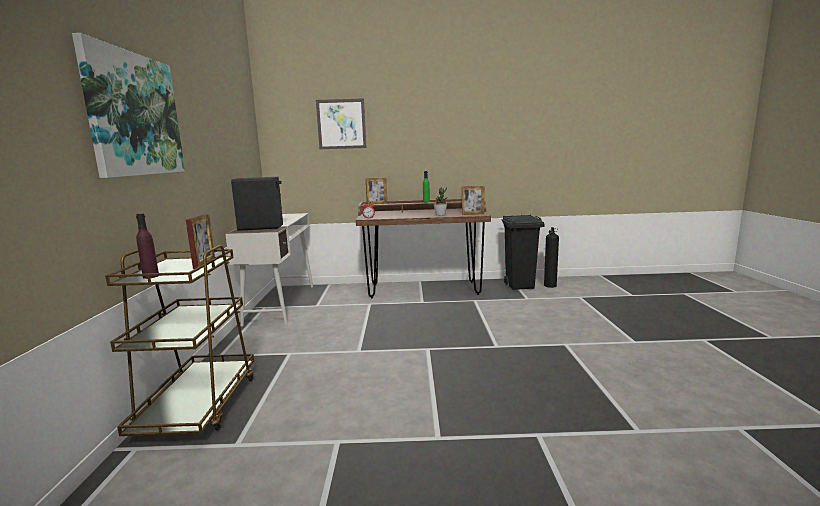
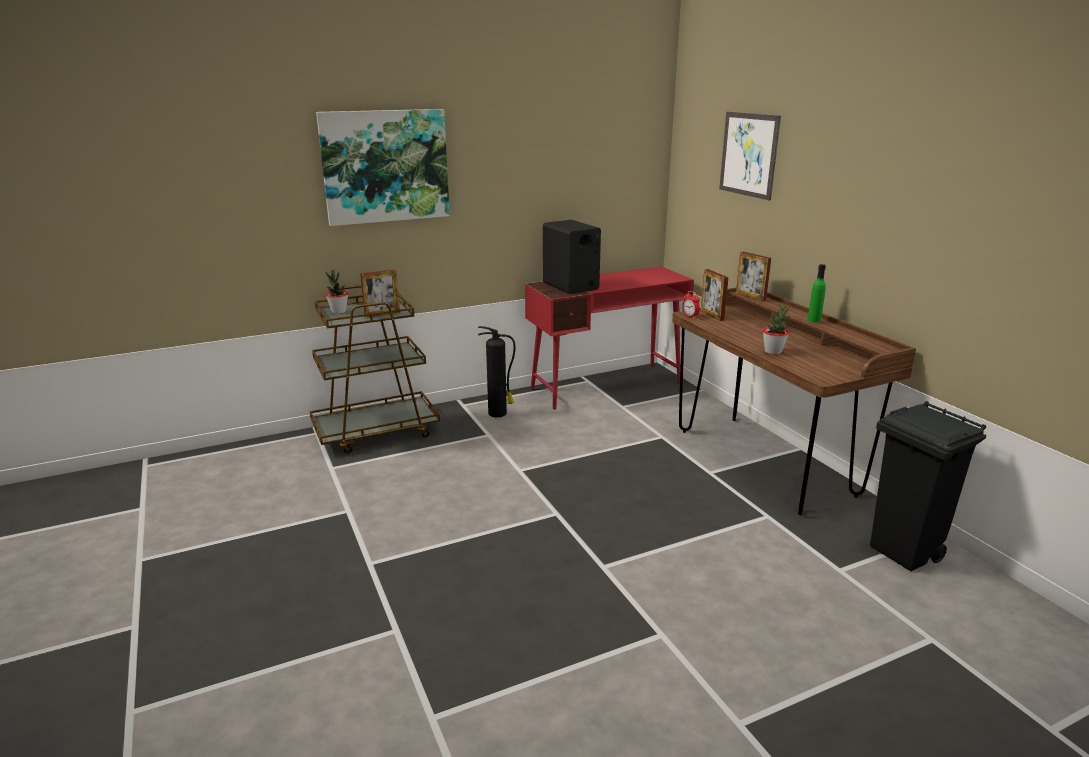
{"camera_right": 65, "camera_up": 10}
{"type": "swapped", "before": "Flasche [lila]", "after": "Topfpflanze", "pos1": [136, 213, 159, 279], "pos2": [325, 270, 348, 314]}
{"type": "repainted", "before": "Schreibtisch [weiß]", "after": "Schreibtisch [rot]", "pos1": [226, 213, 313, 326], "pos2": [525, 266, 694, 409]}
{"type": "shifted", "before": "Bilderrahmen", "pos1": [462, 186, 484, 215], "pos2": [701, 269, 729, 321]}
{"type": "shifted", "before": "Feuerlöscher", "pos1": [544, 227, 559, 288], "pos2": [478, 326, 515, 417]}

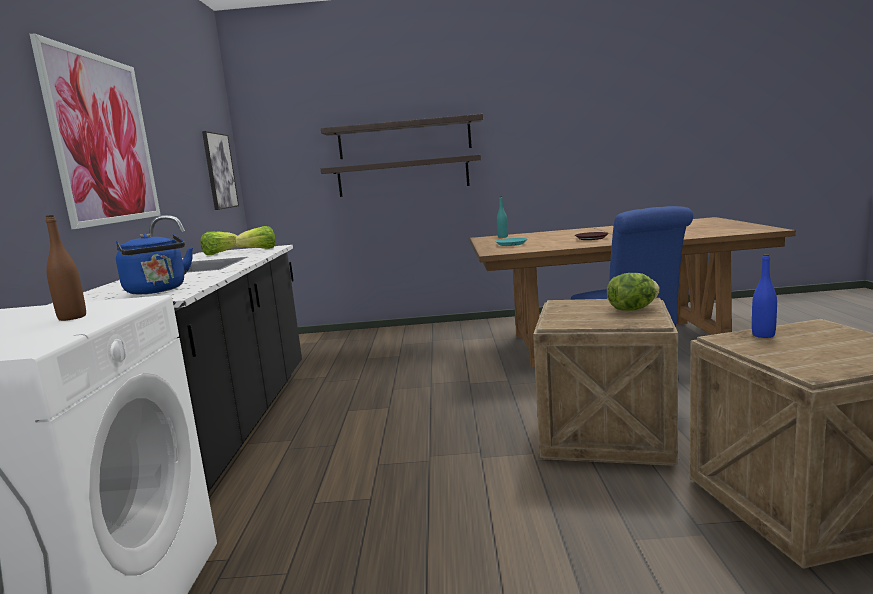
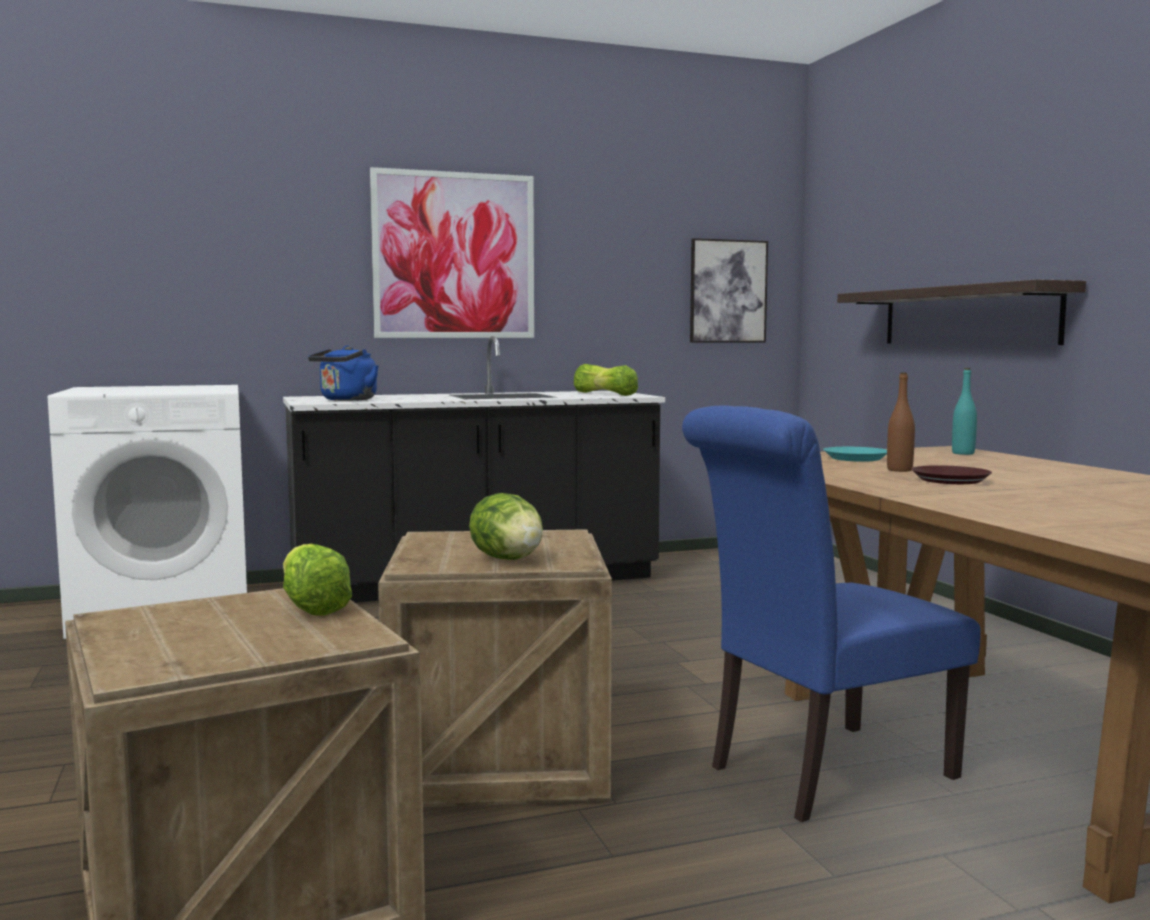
{"camera_right": 70, "camera_up": -5}
{"type": "shifted", "before": "Flasche [braun]", "pos1": [45, 215, 86, 321], "pos2": [887, 372, 915, 472]}
{"type": "gone", "before": "Wandregal", "pos1": [321, 114, 483, 159]}
{"type": "swapped", "before": "Flasche [blau]", "after": "Salatkopf", "pos1": [752, 254, 777, 338], "pos2": [283, 543, 352, 615]}

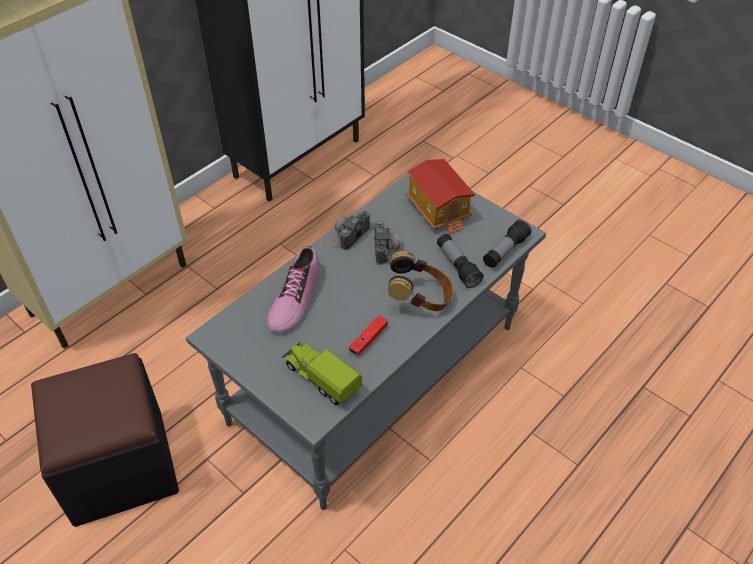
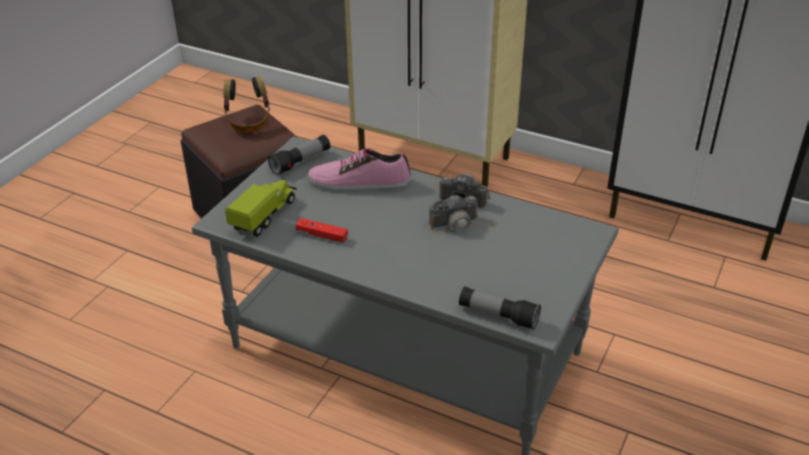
{"camera_right": 75, "camera_up": -10}
{"type": "shifted", "before": "Kopfhörer", "pos1": [388, 251, 454, 311], "pos2": [224, 77, 270, 133]}
{"type": "gone", "before": "Spielzeughaus", "pos1": [406, 159, 475, 234]}
{"type": "shifted", "before": "Taschenlampe", "pos1": [437, 234, 484, 288], "pos2": [268, 135, 330, 175]}

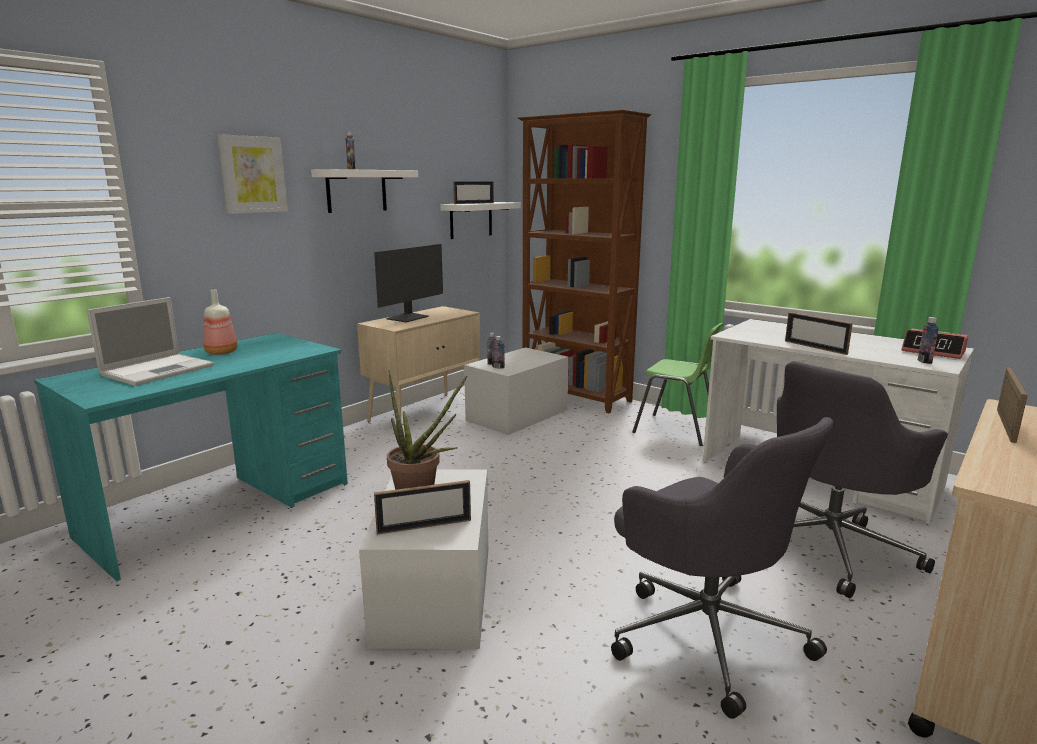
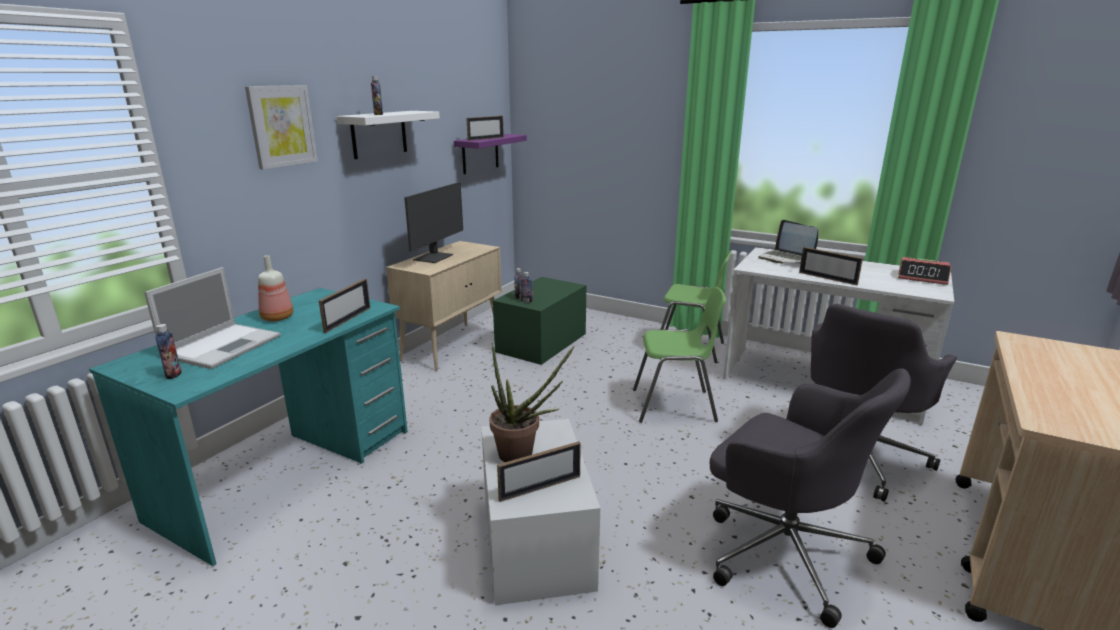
{"camera_right": -10, "camera_up": 5}
{"type": "repainted", "before": "Wandregal [weiß]", "after": "Wandregal [lila]", "pos1": [440, 202, 521, 239], "pos2": [454, 134, 527, 174]}
{"type": "repainted", "before": "Aufbewahrungsbox [weiß]", "after": "Aufbewahrungsbox [grün]", "pos1": [464, 347, 569, 435], "pos2": [493, 277, 586, 365]}
{"type": "gone", "before": "Bücherregal [braun]", "pos1": [518, 110, 651, 413]}
{"type": "shifted", "before": "Flasche", "pos1": [917, 317, 939, 364], "pos2": [155, 324, 182, 379]}
{"type": "shifted", "before": "Bilderrahmen", "pos1": [997, 367, 1028, 443], "pos2": [319, 279, 370, 333]}
{"type": "new", "after": "Stuhl [grün]", "pos2": [633, 287, 726, 423]}
{"type": "new", "after": "Laptop", "pos2": [758, 220, 818, 264]}

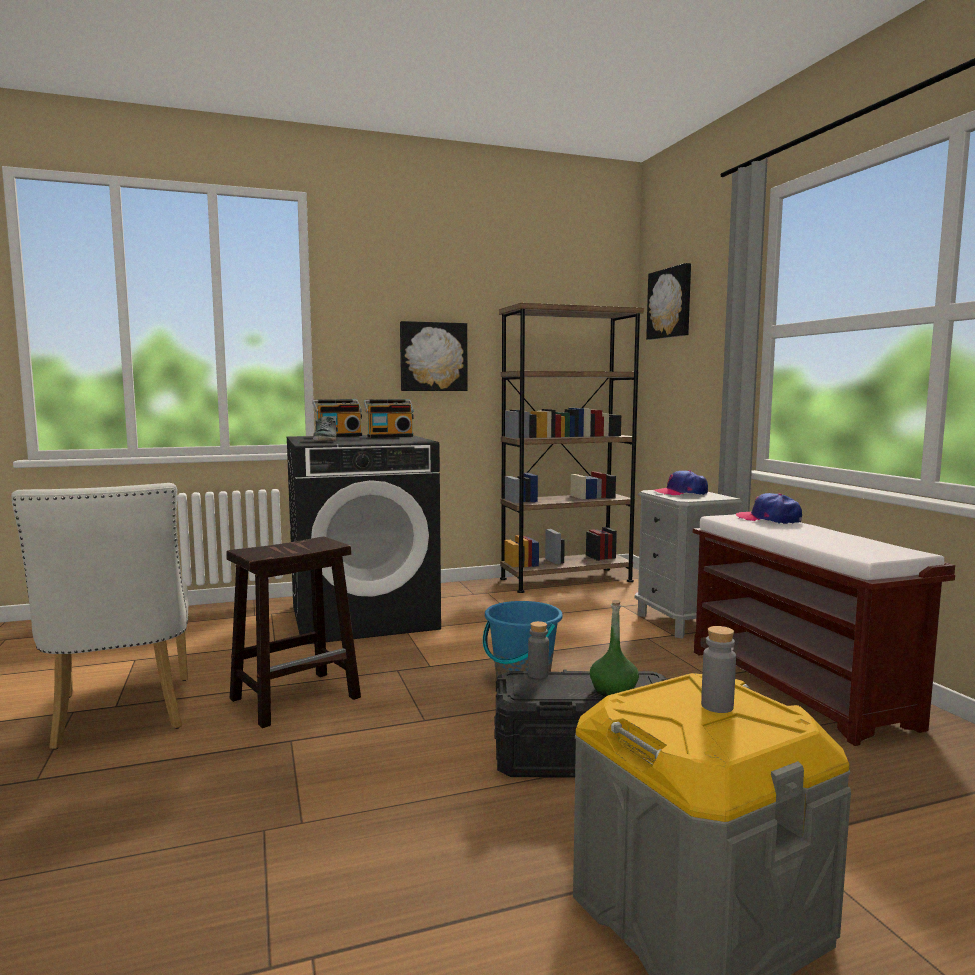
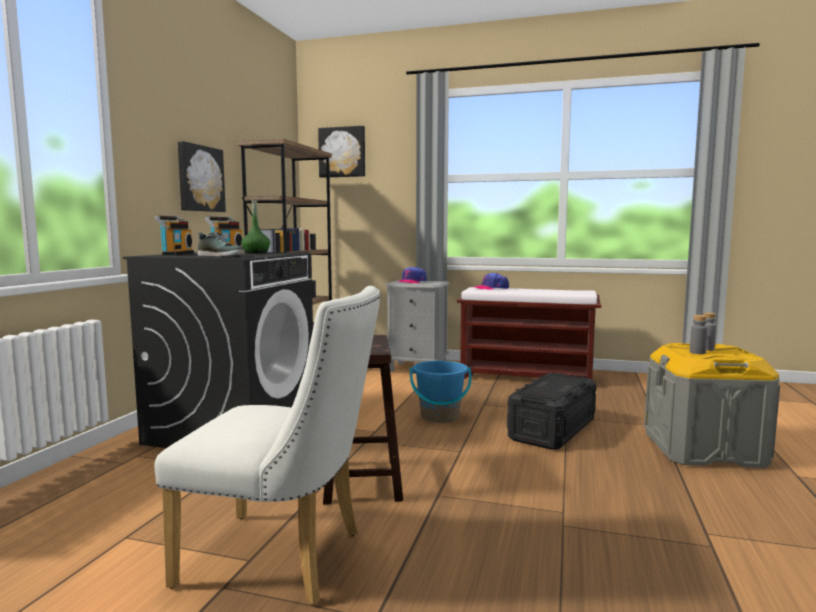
{"camera_right": -55, "camera_up": 0}
{"type": "shifted", "before": "Flasche [grau]", "pos1": [528, 621, 549, 679], "pos2": [690, 315, 708, 354]}
{"type": "shifted", "before": "Flasche [grün]", "pos1": [590, 600, 639, 696], "pos2": [241, 198, 270, 253]}

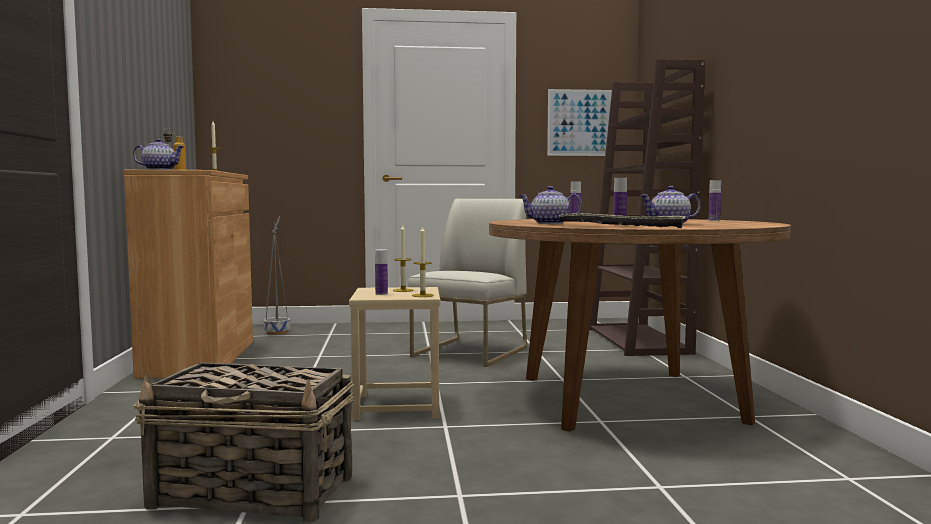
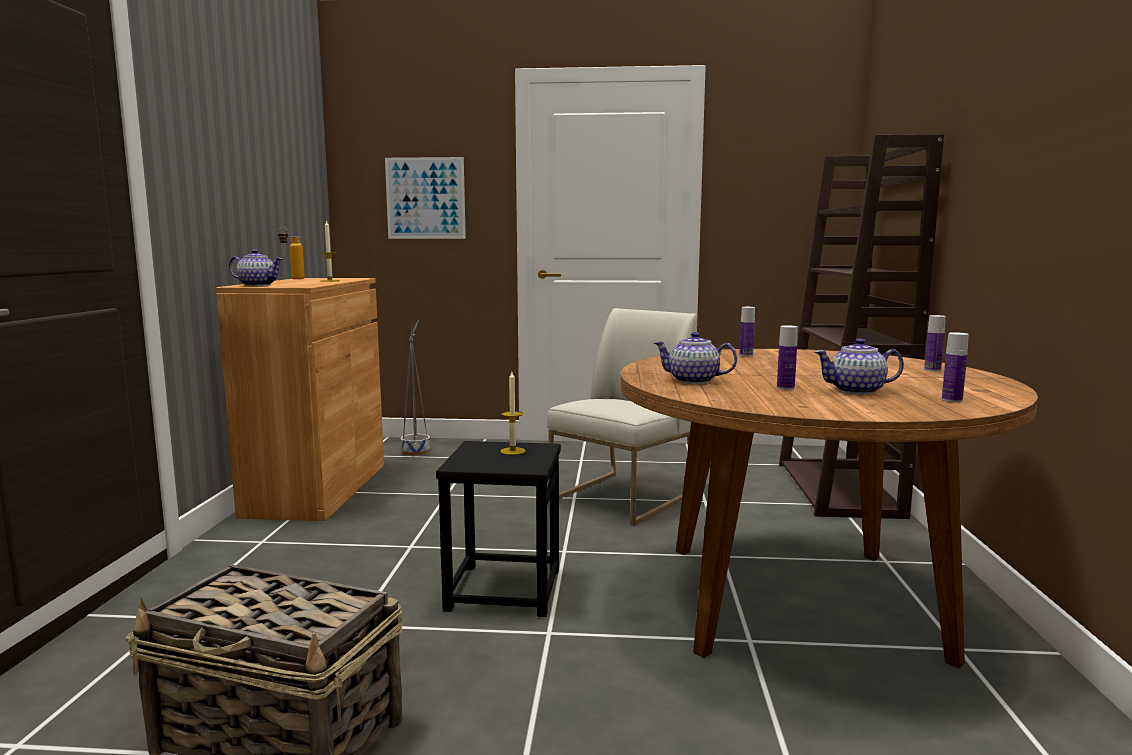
{"camera_right": 10, "camera_up": 5}
{"type": "repainted", "before": "Hocker [beige]", "after": "Hocker [schwarz]", "pos1": [349, 287, 440, 420], "pos2": [436, 441, 561, 617]}
{"type": "shifted", "before": "Flasche", "pos1": [375, 249, 388, 295], "pos2": [942, 332, 969, 403]}
{"type": "gone", "before": "Kerze", "pos1": [412, 225, 434, 297]}
{"type": "shifted", "before": "Bild", "pos1": [547, 89, 612, 156], "pos2": [385, 157, 466, 239]}
{"type": "gone", "before": "Tablett", "pos1": [557, 213, 686, 228]}

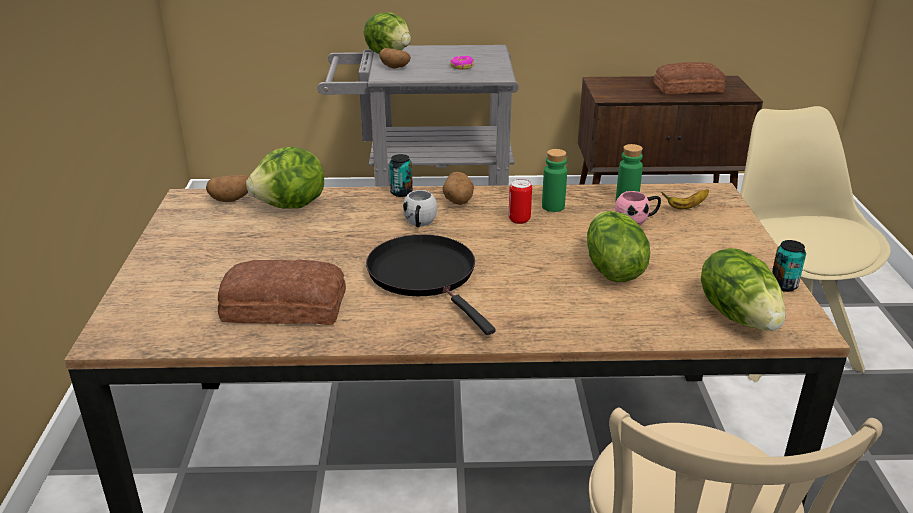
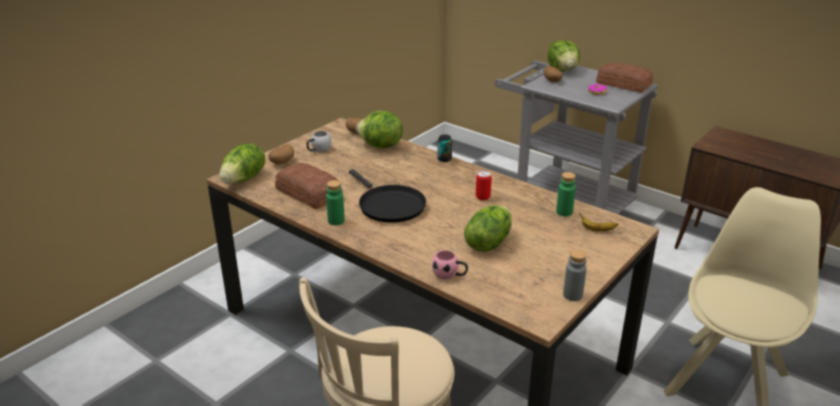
{"camera_right": 40, "camera_up": 0}
{"type": "rotated", "before": "Pfanne [schwarz]", "pos1": [366, 235, 496, 335], "pos2": [349, 169, 426, 223], "turn": 135}
{"type": "shifted", "before": "Henkelbecher [weiß]", "pos1": [403, 190, 437, 228], "pos2": [307, 131, 331, 152]}
{"type": "shifted", "before": "Kartoffel", "pos1": [443, 172, 474, 205], "pos2": [268, 144, 294, 165]}
{"type": "shifted", "before": "Flasche [grün]", "pos1": [542, 149, 567, 212], "pos2": [326, 180, 345, 225]}
{"type": "shifted", "before": "Henkelbecher [rosa]", "pos1": [615, 191, 661, 226], "pos2": [432, 250, 468, 280]}
{"type": "shifted", "before": "Brot", "pos1": [654, 62, 725, 94], "pos2": [596, 63, 653, 93]}
{"type": "shifted", "before": "Salatkopf", "pos1": [701, 248, 786, 331], "pos2": [219, 143, 265, 184]}
{"type": "swapped", "before": "Dose", "after": "Flasche [grau]", "pos1": [772, 240, 806, 292], "pos2": [563, 250, 587, 301]}

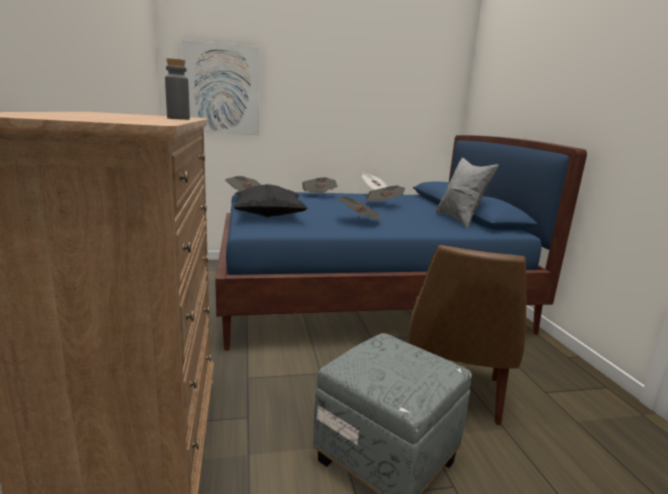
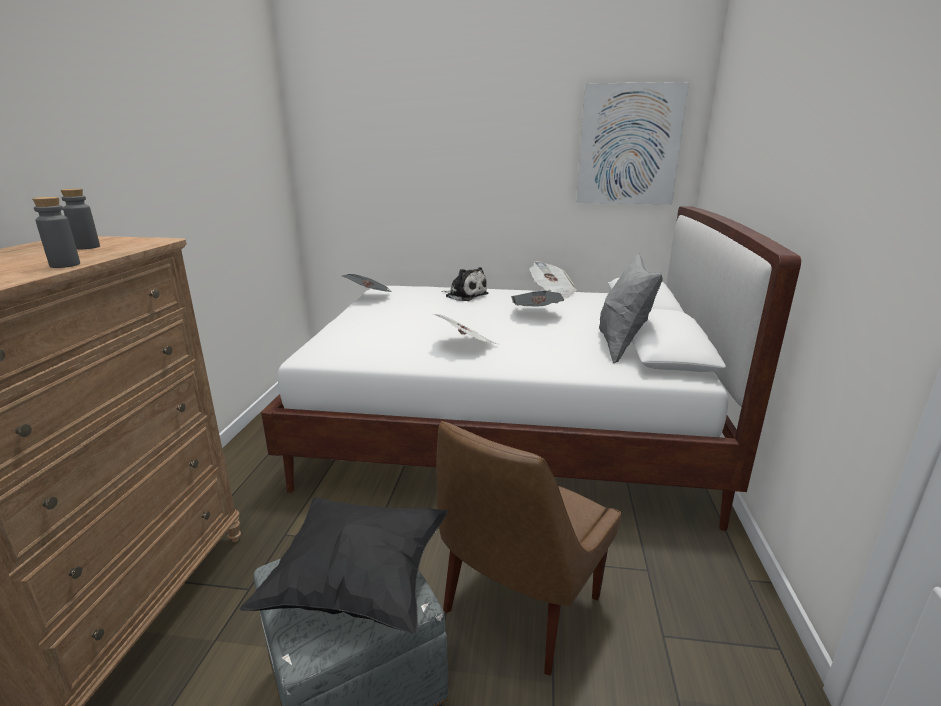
{"camera_right": 20, "camera_up": 5}
{"type": "shifted", "before": "Bild", "pos1": [182, 40, 259, 135], "pos2": [577, 82, 689, 204]}
{"type": "repainted", "before": "Bett [blau]", "after": "Bett [weiß]", "pos1": [215, 135, 587, 351], "pos2": [261, 206, 801, 531]}
{"type": "shifted", "before": "Kissen [schwarz]", "pos1": [233, 184, 308, 217], "pos2": [240, 497, 448, 633]}
{"type": "swapped", "before": "Zeitung", "after": "Plüschtier", "pos1": [302, 177, 338, 193], "pos2": [442, 267, 488, 301]}
{"type": "new", "after": "Flasche [grau]", "pos2": [60, 188, 100, 249]}

